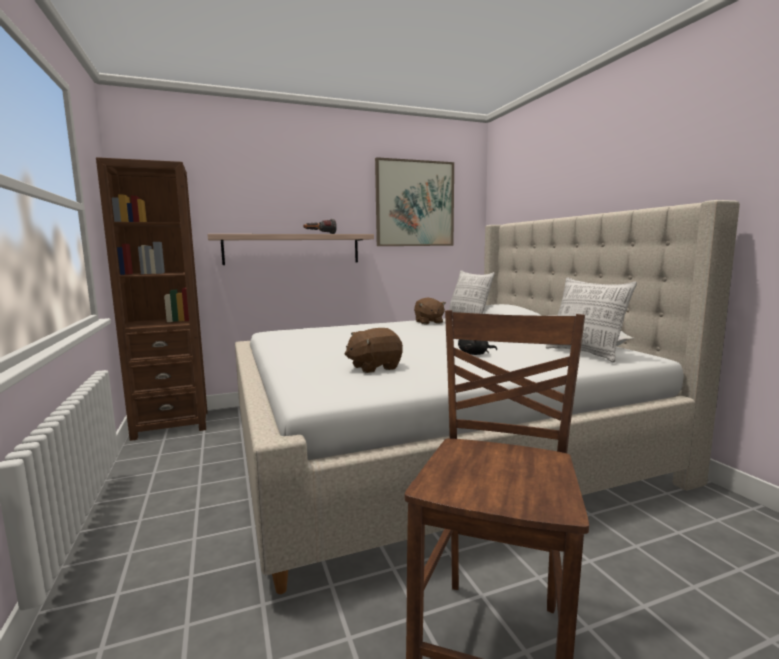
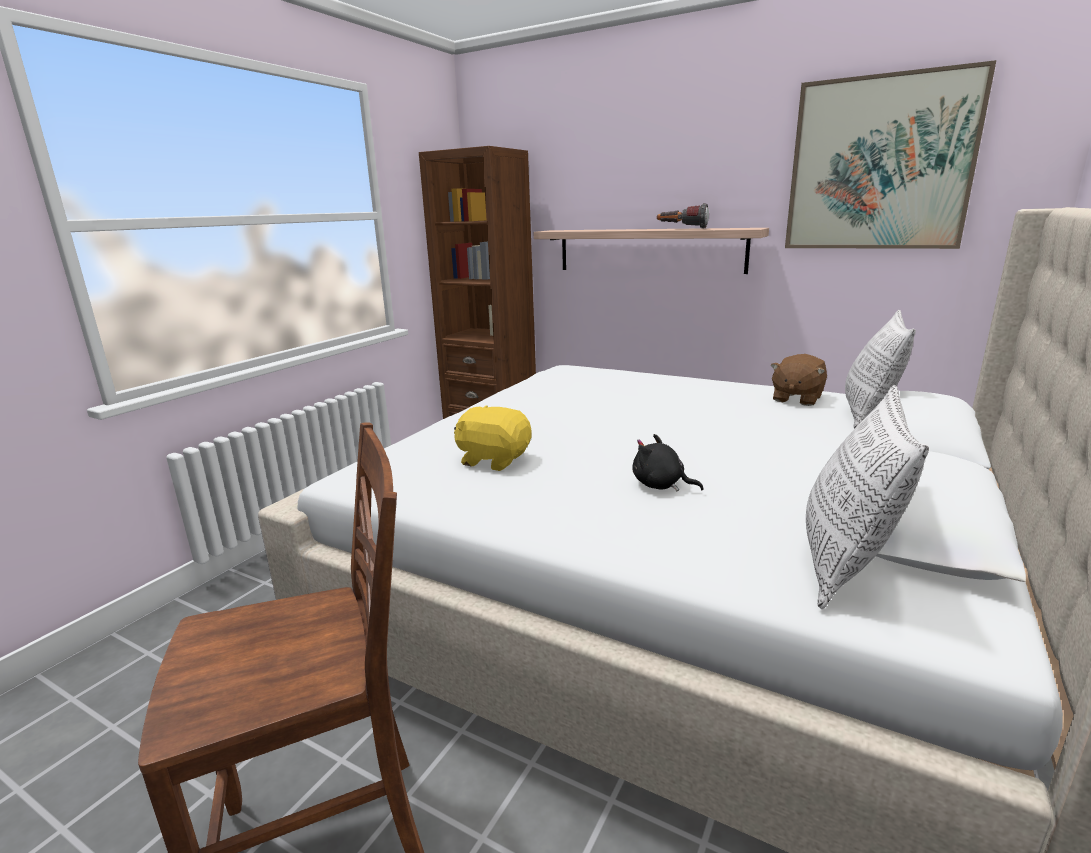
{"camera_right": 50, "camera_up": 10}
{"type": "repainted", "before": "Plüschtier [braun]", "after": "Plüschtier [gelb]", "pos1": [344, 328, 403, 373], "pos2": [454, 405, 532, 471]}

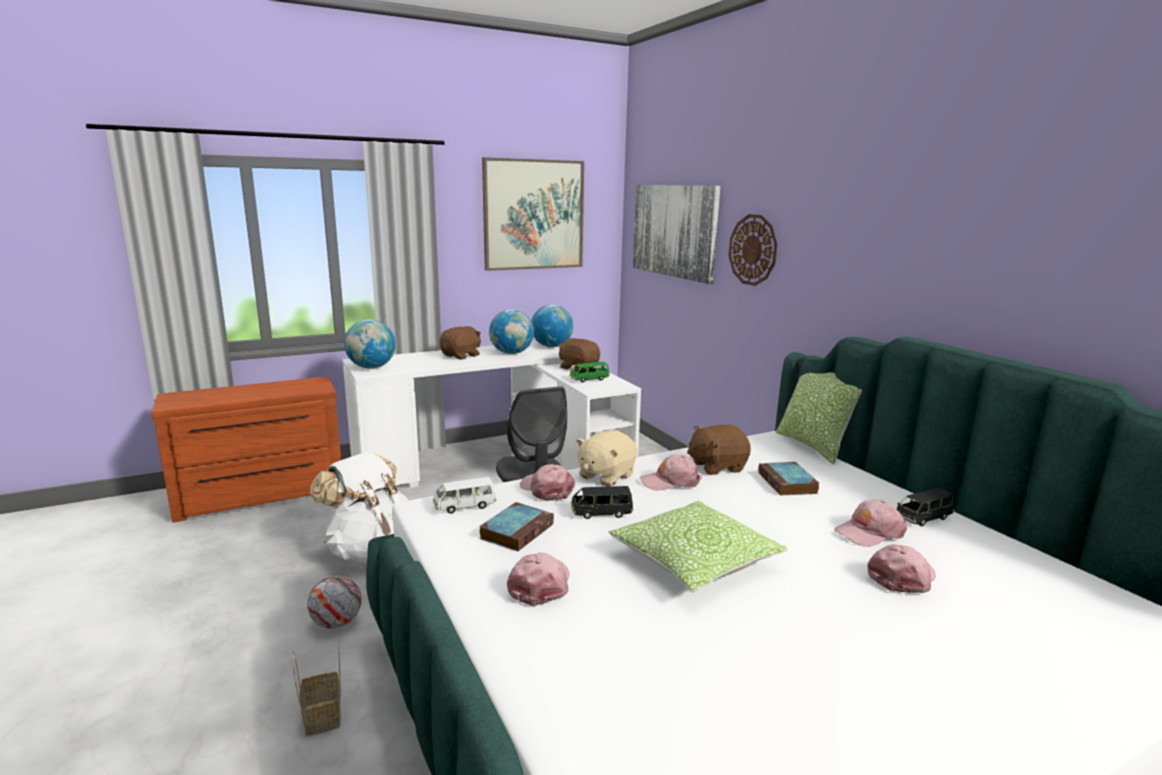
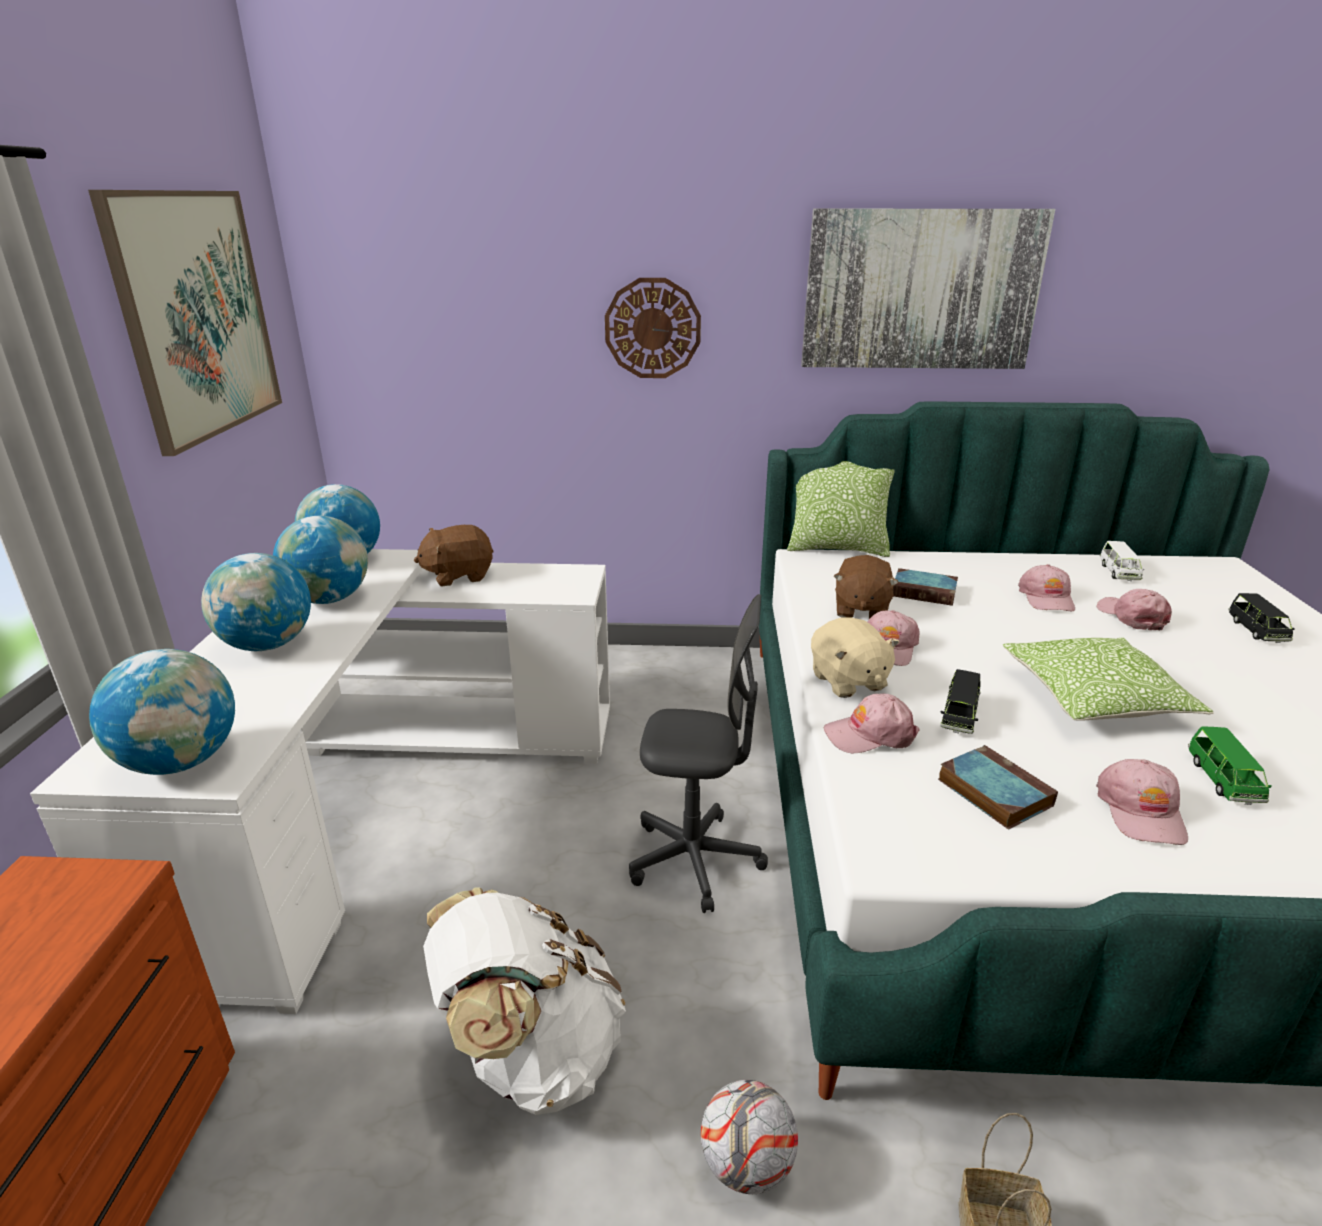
{"camera_right": -60, "camera_up": 10}
{"type": "shifted", "before": "Spielzeugauto [weiß]", "pos1": [433, 477, 496, 514], "pos2": [1100, 541, 1144, 581]}
{"type": "swapped", "before": "Plüschtier [braun]", "after": "Globus", "pos1": [439, 326, 481, 360], "pos2": [201, 553, 311, 651]}
{"type": "rotated", "before": "Kappe [rosa]", "pos1": [507, 552, 569, 606], "pos2": [1096, 759, 1188, 845], "turn": -120}
{"type": "shifted", "before": "Spielzeugauto [grün]", "pos1": [569, 362, 610, 382], "pos2": [1188, 726, 1272, 805]}
{"type": "shifted", "before": "Bild", "pos1": [633, 185, 720, 284], "pos2": [801, 209, 1055, 369]}
{"type": "shifted", "before": "Spielzeugauto [schwarz]", "pos1": [896, 488, 955, 526], "pos2": [1228, 593, 1295, 643]}

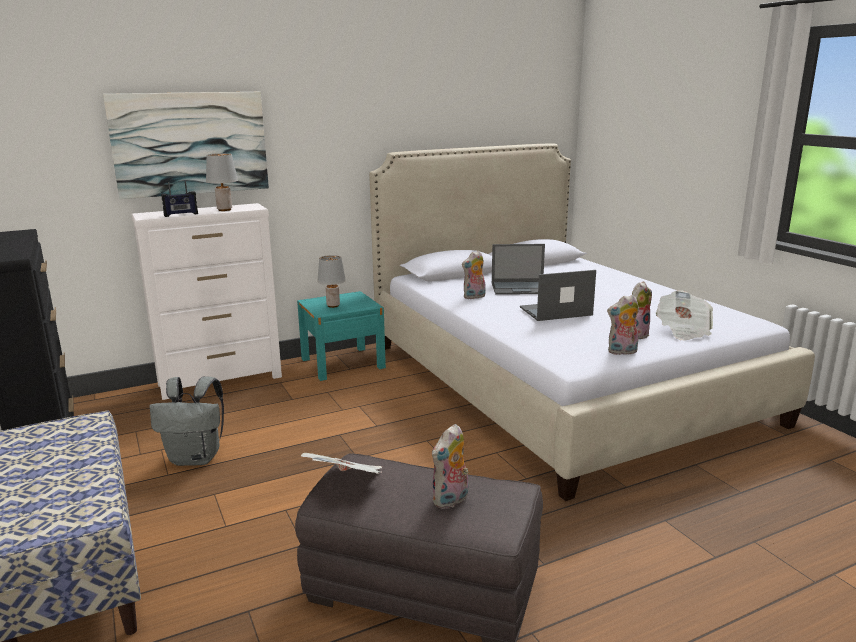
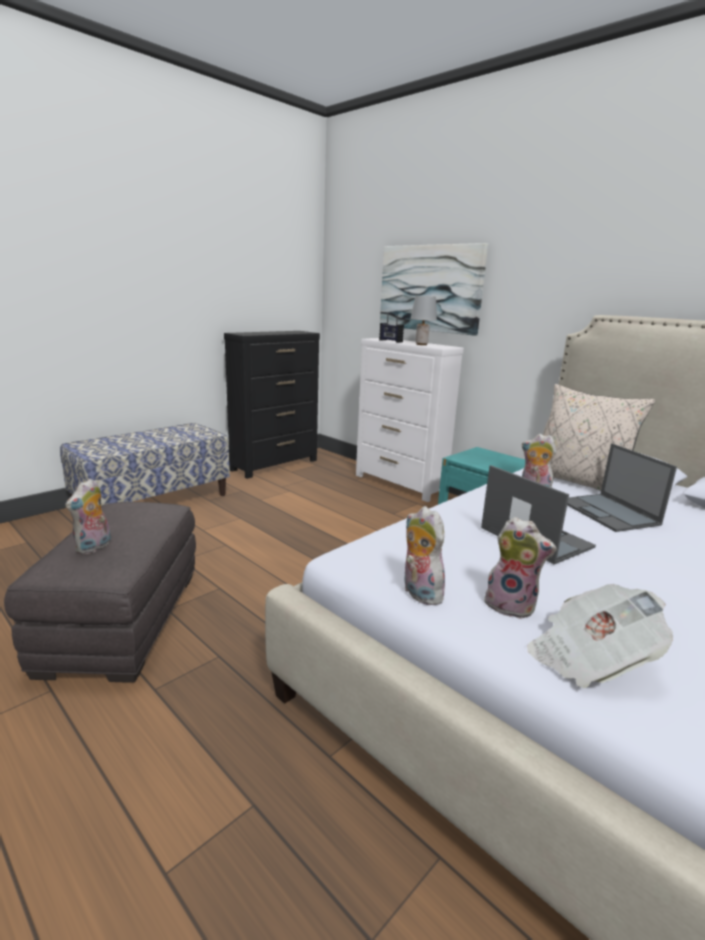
{"camera_right": 70, "camera_up": 0}
{"type": "gone", "before": "Rucksack [grau]", "pos1": [150, 376, 224, 466]}
{"type": "gone", "before": "Zeitung", "pos1": [301, 453, 382, 474]}
{"type": "gone", "before": "Tischlampe [grau]", "pos1": [318, 255, 346, 308]}
{"type": "rotated", "before": "Plüschtier", "pos1": [432, 424, 469, 509], "pos2": [65, 479, 111, 555], "turn": -90}
{"type": "new", "after": "Kissen [beige]", "pos2": [543, 384, 655, 491]}

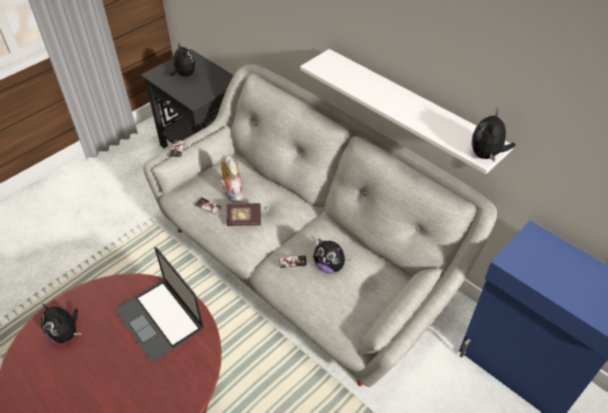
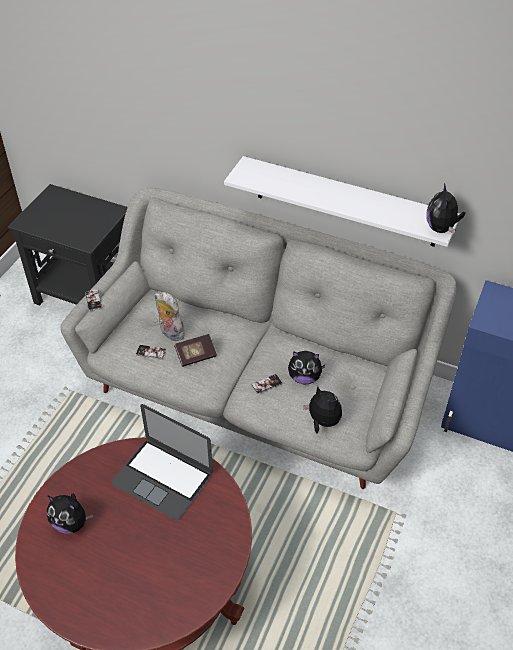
{"camera_right": -20, "camera_up": 0}
{"type": "shifted", "before": "Plüschtier", "pos1": [170, 43, 196, 77], "pos2": [303, 386, 342, 434]}

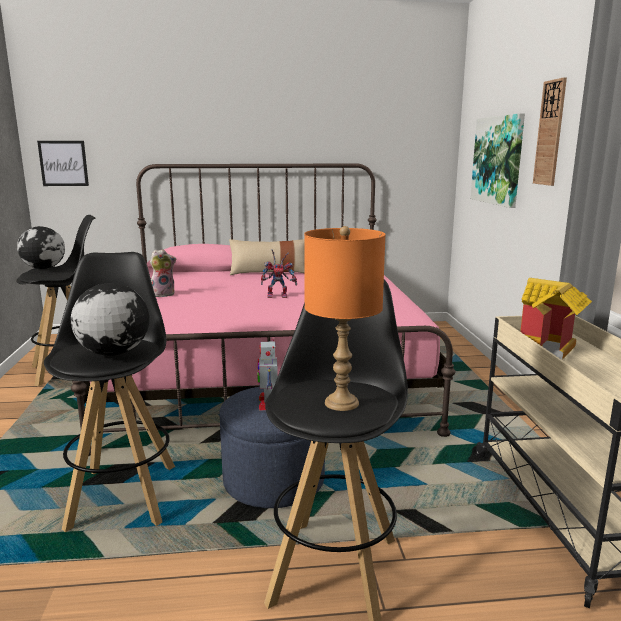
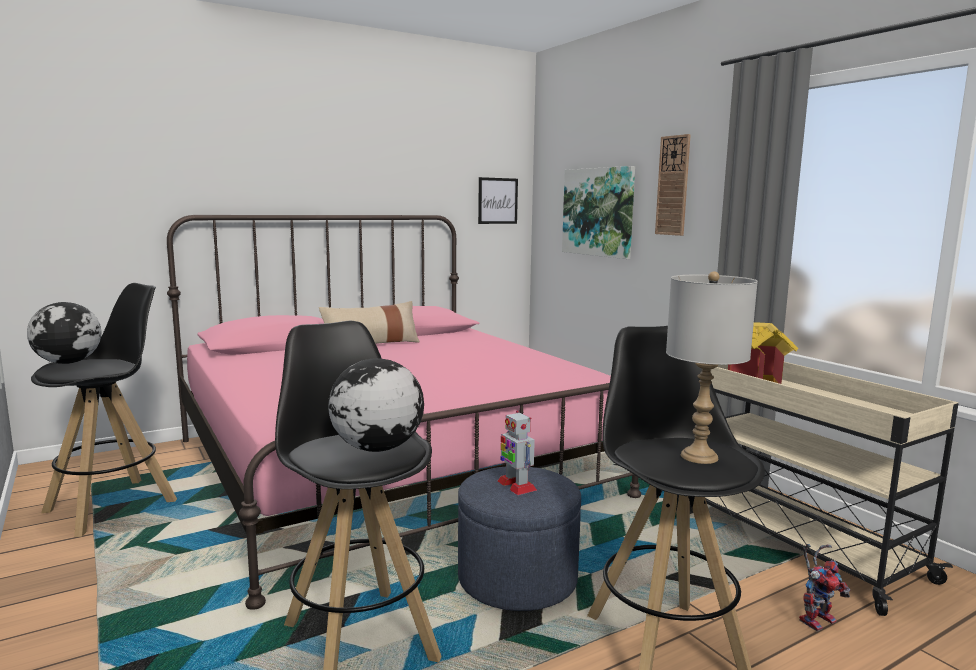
{"camera_right": -25, "camera_up": -5}
{"type": "shifted", "before": "Bild", "pos1": [37, 141, 89, 186], "pos2": [478, 177, 518, 224]}
{"type": "gone", "before": "Plüschtier", "pos1": [150, 249, 176, 297]}
{"type": "shifted", "before": "Spielzeugroboter", "pos1": [261, 249, 297, 298], "pos2": [799, 544, 850, 632]}
{"type": "repainted", "before": "Tischlampe [orange]", "after": "Tischlampe [grau]", "pos1": [304, 226, 386, 411], "pos2": [666, 271, 758, 464]}

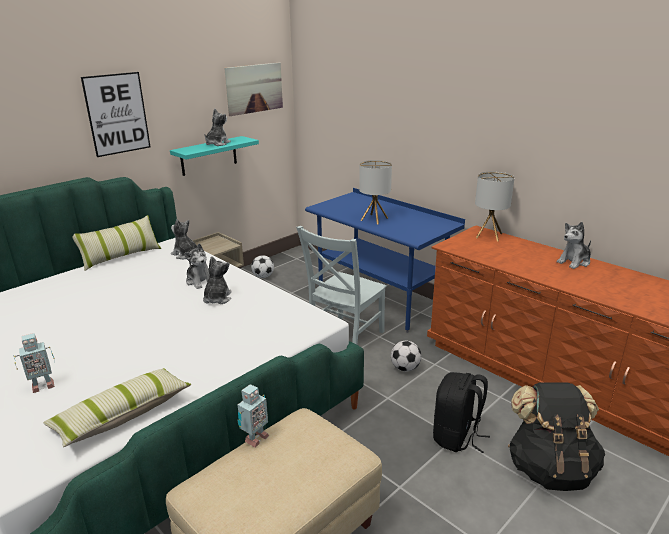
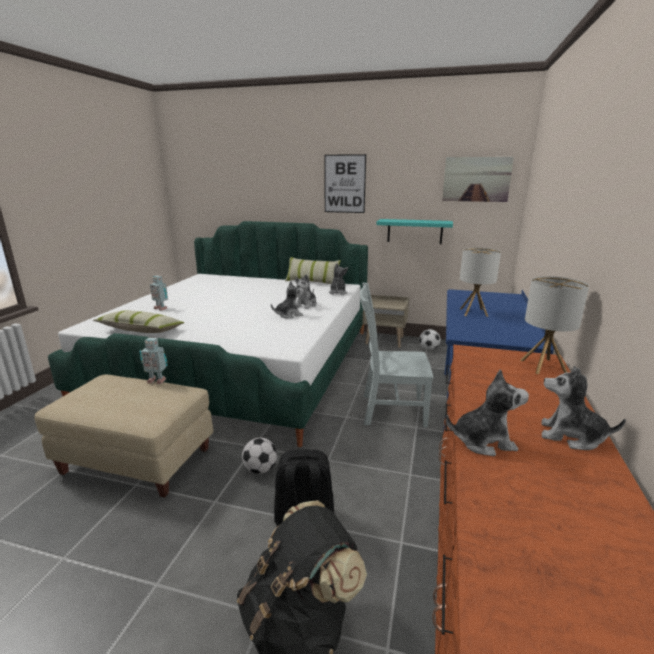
{"camera_right": 60, "camera_up": -5}
{"type": "shifted", "before": "Plüschtier", "pos1": [204, 108, 231, 146], "pos2": [446, 369, 529, 456]}
{"type": "shifted", "before": "Fußball", "pos1": [391, 341, 421, 371], "pos2": [242, 438, 277, 474]}

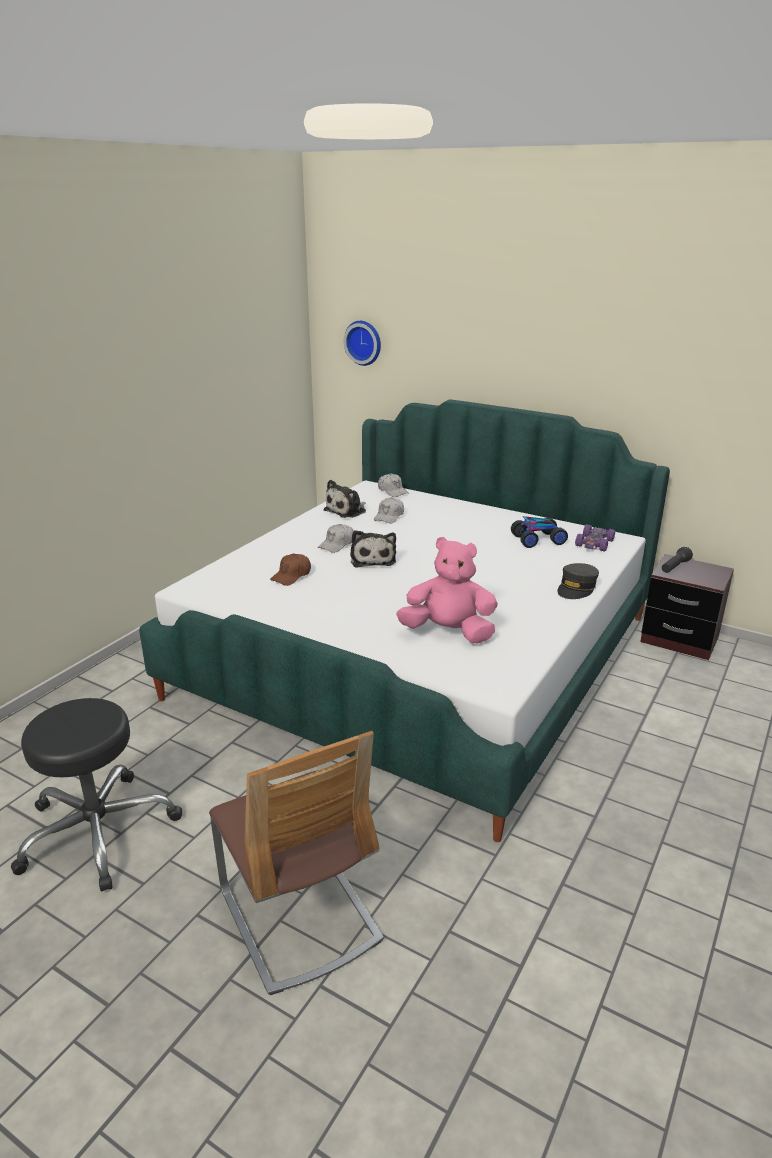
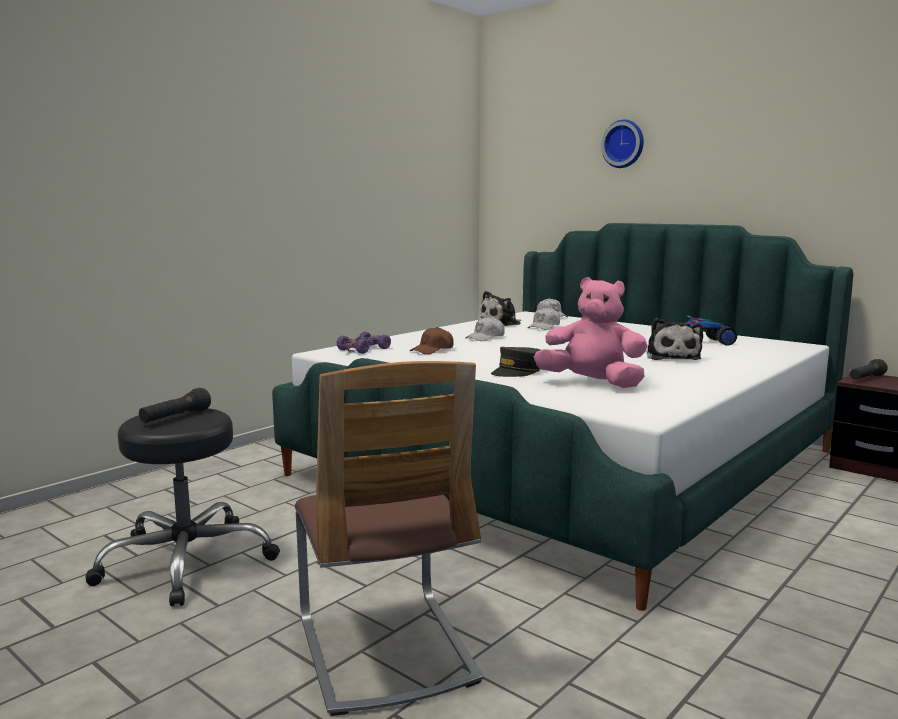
{"camera_right": 10, "camera_up": -15}
{"type": "shifted", "before": "Wanduhr", "pos1": [343, 321, 381, 366], "pos2": [601, 119, 644, 168]}
{"type": "shifted", "before": "Plüschtier", "pos1": [350, 530, 396, 568], "pos2": [647, 318, 703, 360]}
{"type": "shifted", "before": "Kappe [grau]", "pos1": [558, 563, 599, 599], "pos2": [491, 347, 540, 377]}
{"type": "shifted", "before": "Spielzeugauto [lila]", "pos1": [575, 524, 615, 552], "pos2": [336, 332, 391, 354]}
{"type": "new", "after": "Taschenlampe [schwarz]", "pos2": [139, 388, 211, 423]}

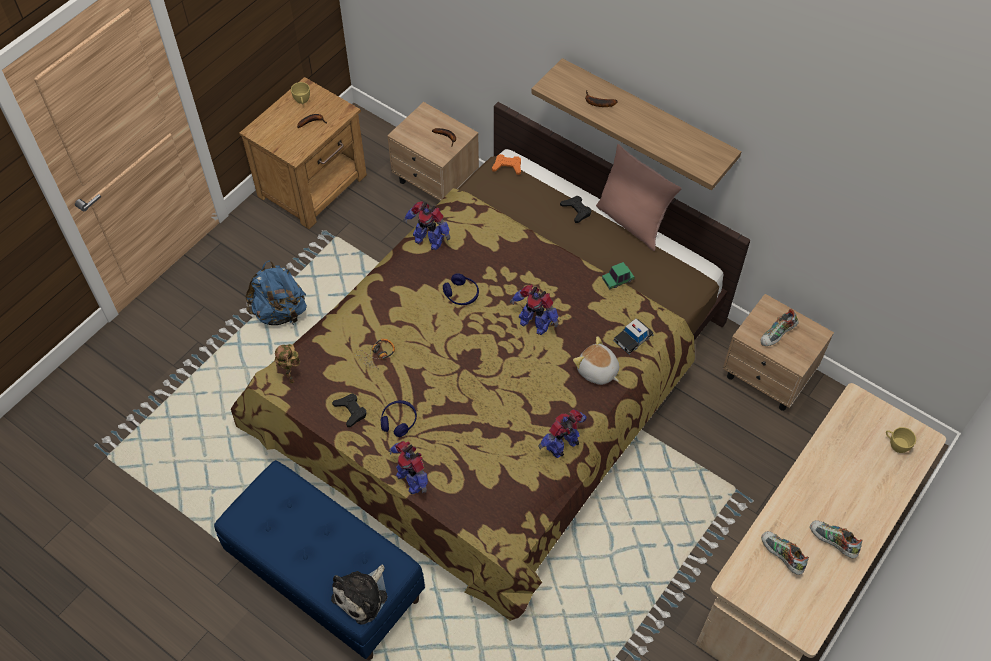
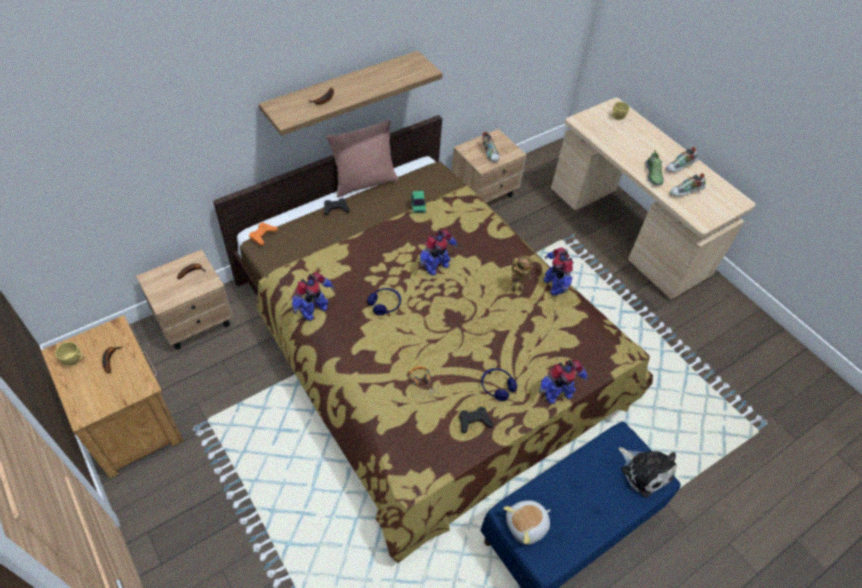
{"camera_right": -75, "camera_up": -5}
{"type": "gone", "before": "Rucksack [blau]", "pos1": [245, 260, 307, 325]}
{"type": "shifted", "before": "Spielzeugroboter", "pos1": [275, 344, 300, 384], "pos2": [511, 256, 534, 292]}
{"type": "shifted", "before": "Plüschtier", "pos1": [573, 336, 619, 385], "pos2": [503, 500, 551, 545]}
{"type": "gone", "before": "Spielzeugauto", "pos1": [613, 319, 654, 354]}
{"type": "new", "after": "Schuh", "pos2": [645, 150, 664, 186]}

